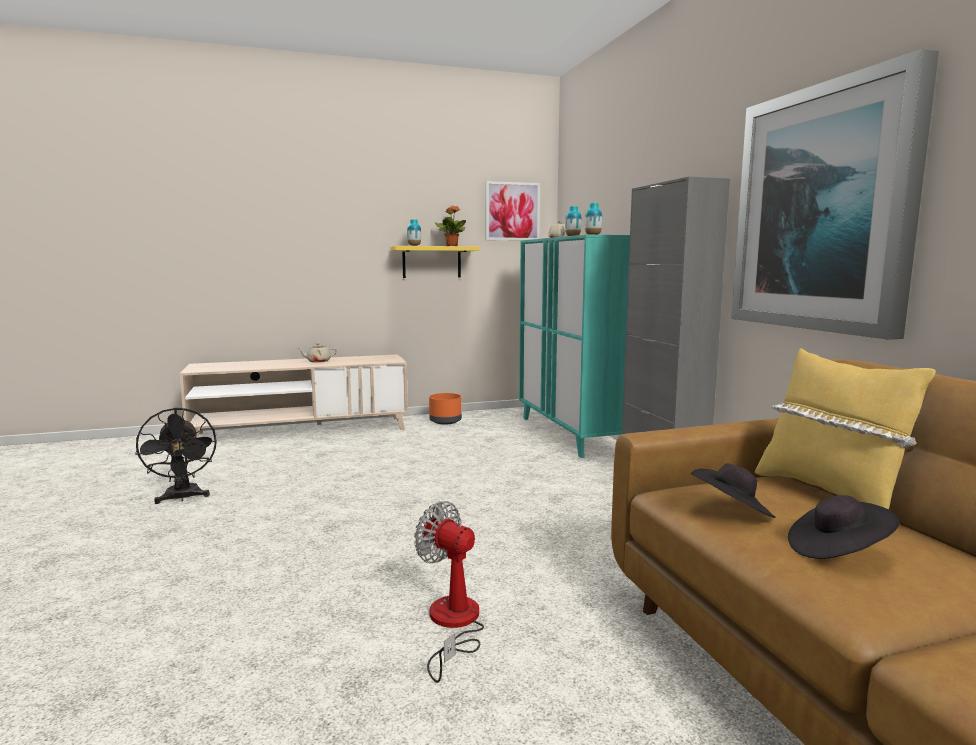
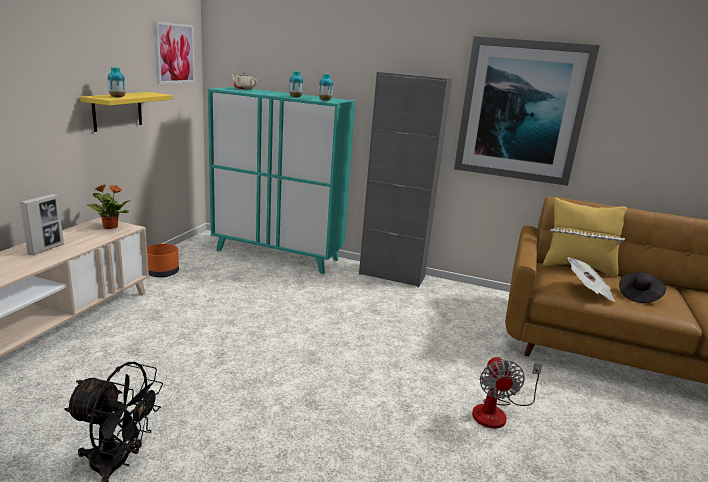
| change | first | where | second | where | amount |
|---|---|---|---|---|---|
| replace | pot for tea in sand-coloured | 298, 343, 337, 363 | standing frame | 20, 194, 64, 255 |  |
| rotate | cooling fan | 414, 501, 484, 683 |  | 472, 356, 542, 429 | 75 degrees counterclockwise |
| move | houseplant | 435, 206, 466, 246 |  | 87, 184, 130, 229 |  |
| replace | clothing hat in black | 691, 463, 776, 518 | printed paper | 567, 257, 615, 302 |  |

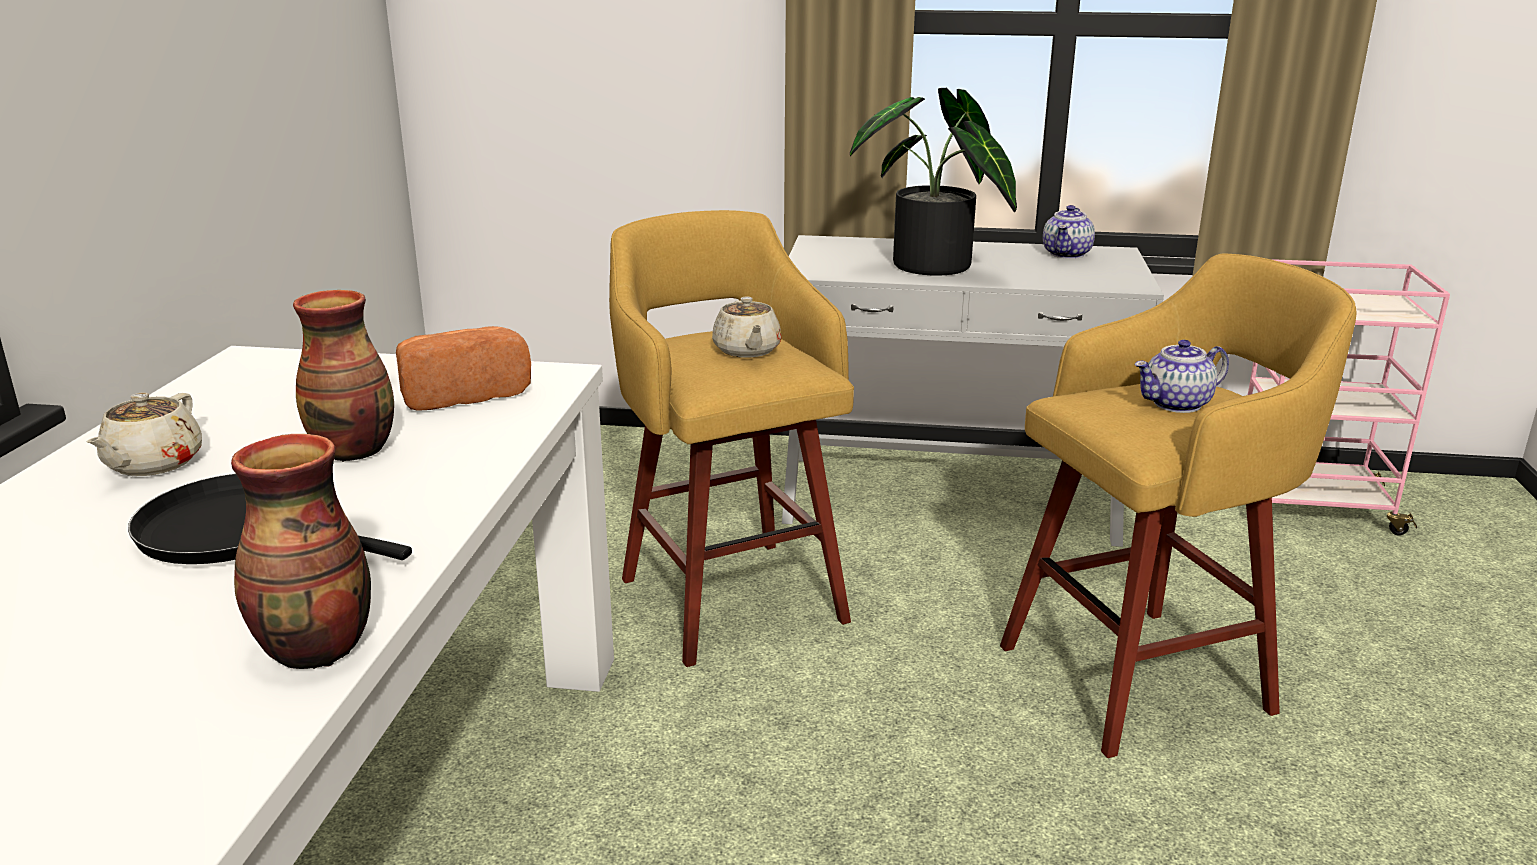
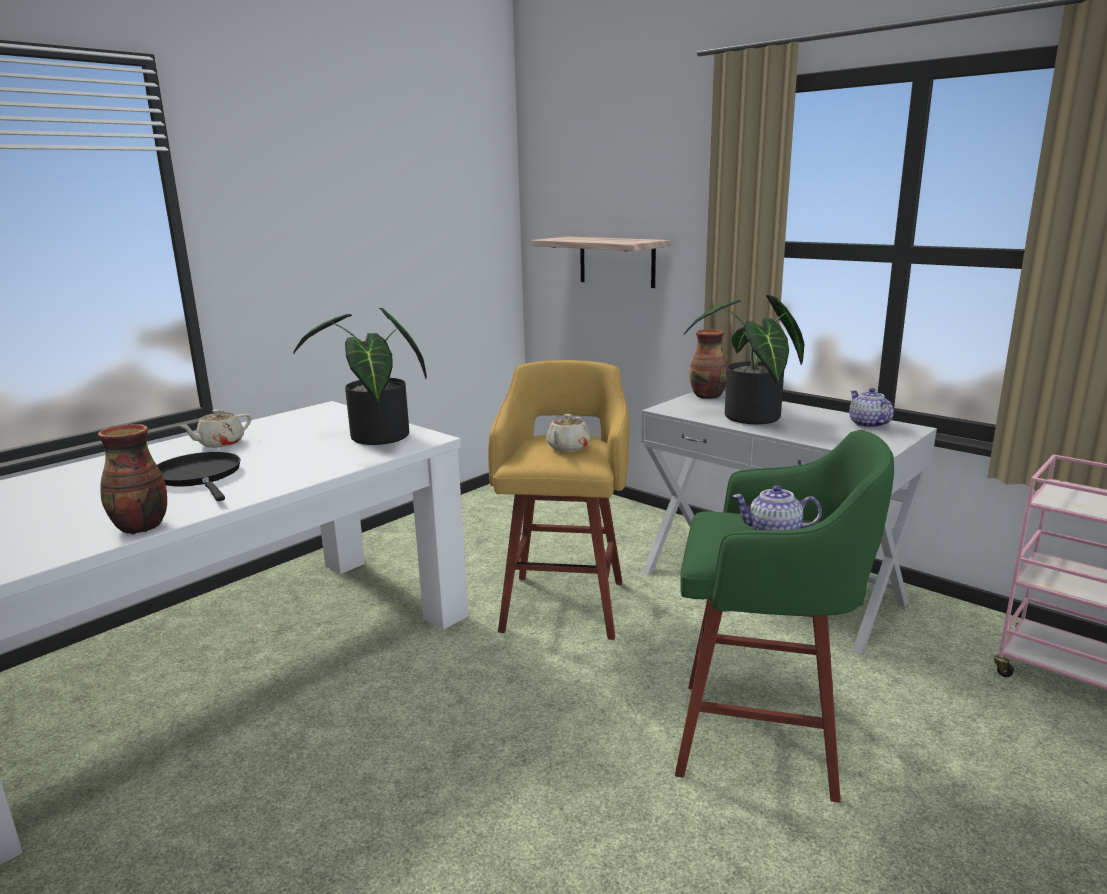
| change | first | where | second | where | amount |
|---|---|---|---|---|---|
| move | decorative vase | 293, 290, 394, 462 |  | 690, 329, 727, 399 |  |
| replace | baked bread | 396, 326, 531, 411 | houseplant | 293, 308, 427, 445 |  |
| recolor | stool in yellowish | 1000, 254, 1357, 758 | stool in greenish | 675, 430, 894, 803 |  |
| rotate | pot for tea | 1043, 205, 1095, 259 |  | 849, 388, 893, 428 | 105 degrees clockwise |
| insert |  |  | bracket shelf | 531, 236, 671, 288 |  |

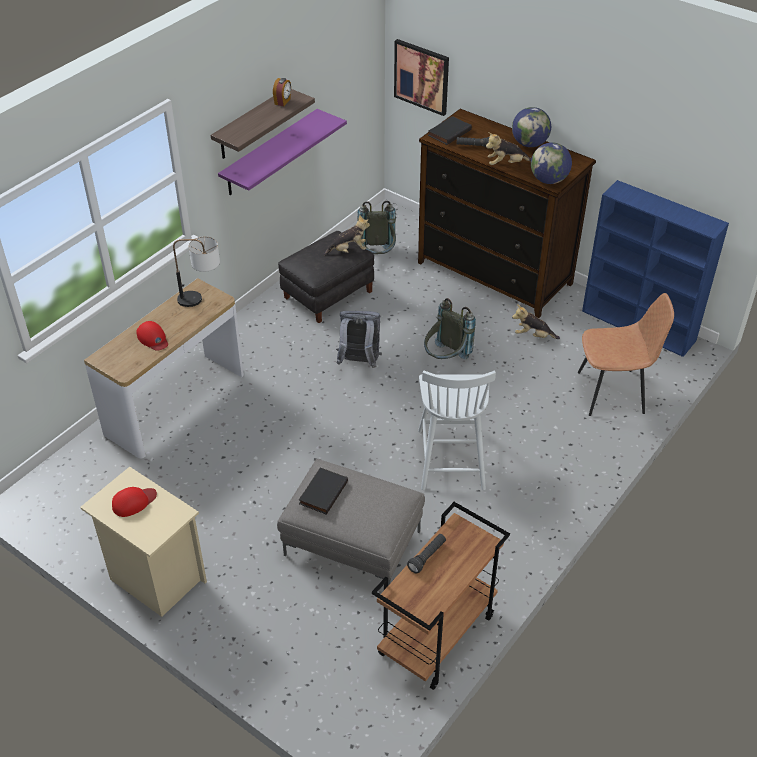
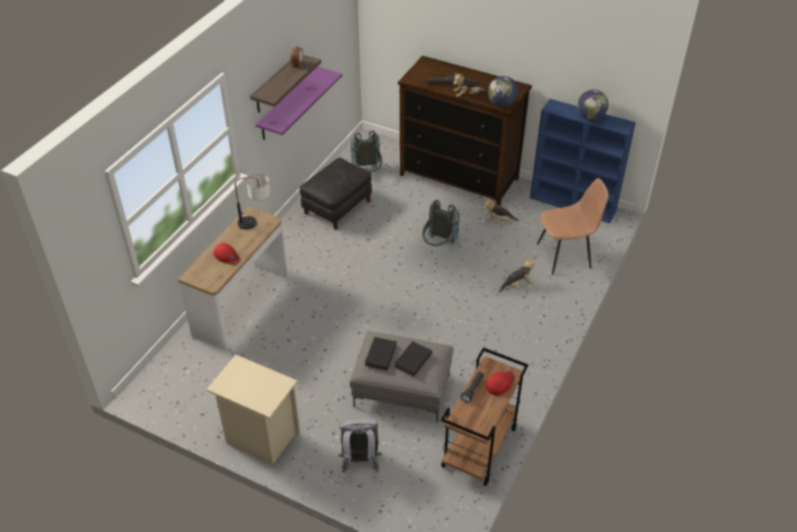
| change | first | where | second | where | amount |
|---|---|---|---|---|---|
| move | baseball cap in red-coloured | 112, 487, 157, 517 |  | 486, 372, 515, 396 |  |
| move | plush toy | 324, 215, 370, 256 |  | 499, 257, 535, 293 |  |
| move | knapsack in greyish | 336, 311, 382, 368 |  | 338, 419, 381, 473 |  |
| delete | wall picture | 394, 39, 449, 116 |  |  |  |
| delete | plain chair in white | 418, 370, 496, 490 |  |  |  |
| move | book in black | 428, 116, 472, 145 |  | 394, 341, 432, 377 |  |
| move | world globe | 512, 107, 551, 147 |  | 577, 90, 608, 121 |  |

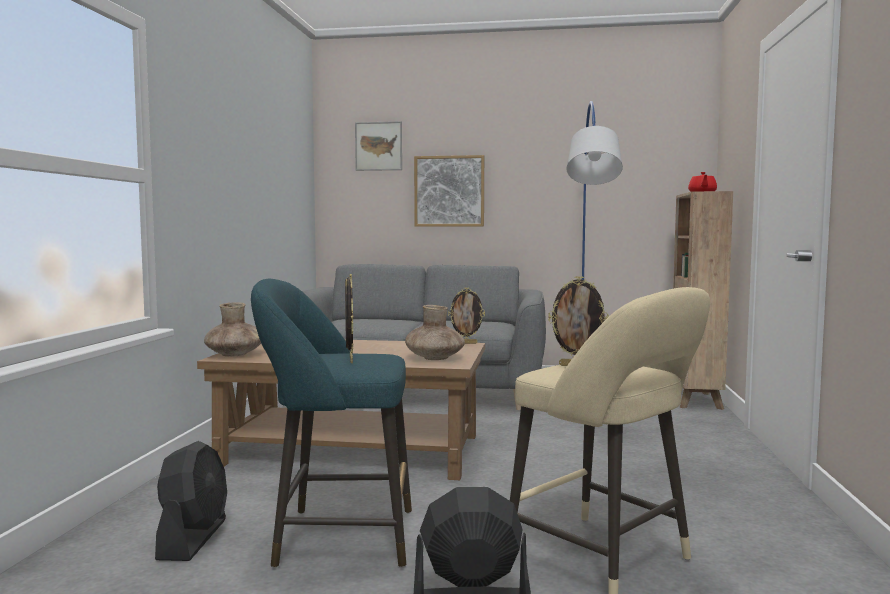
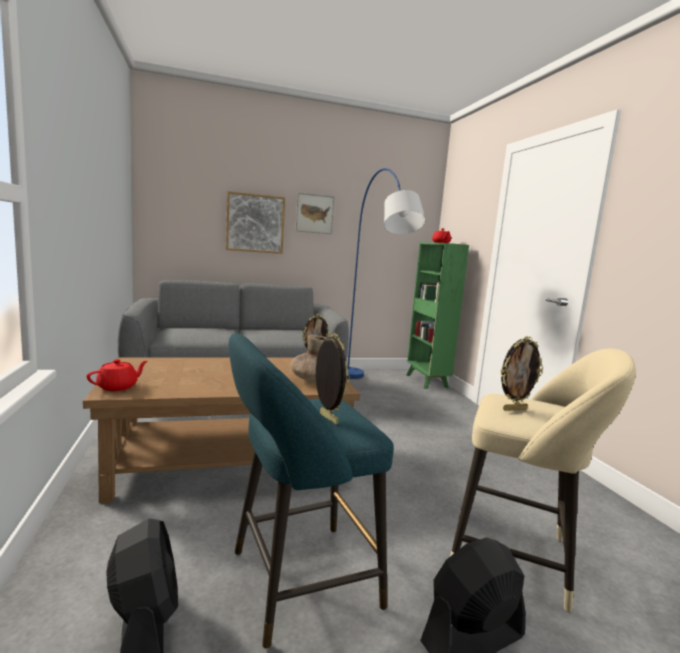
| change | first | where | second | where | amount |
|---|---|---|---|---|---|
| replace | decorative vase in brown | 204, 302, 261, 357 | pot for tea in red-coloured | 87, 359, 148, 391 |  |
| move | wall picture | 355, 121, 402, 171 |  | 295, 193, 334, 234 |  |
| recolor | bookshelf in brown | 673, 191, 733, 410 | bookshelf in greenish | 406, 242, 469, 389 |  |

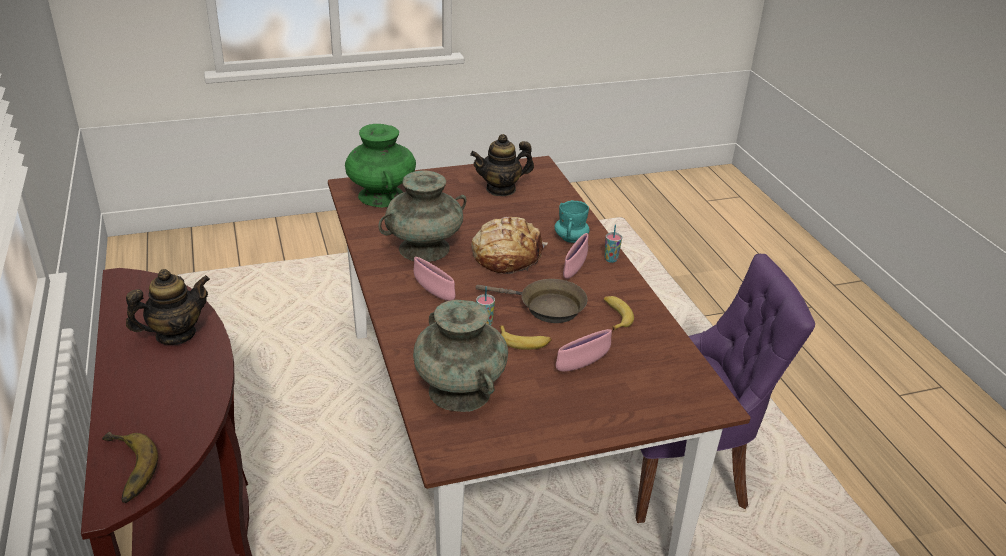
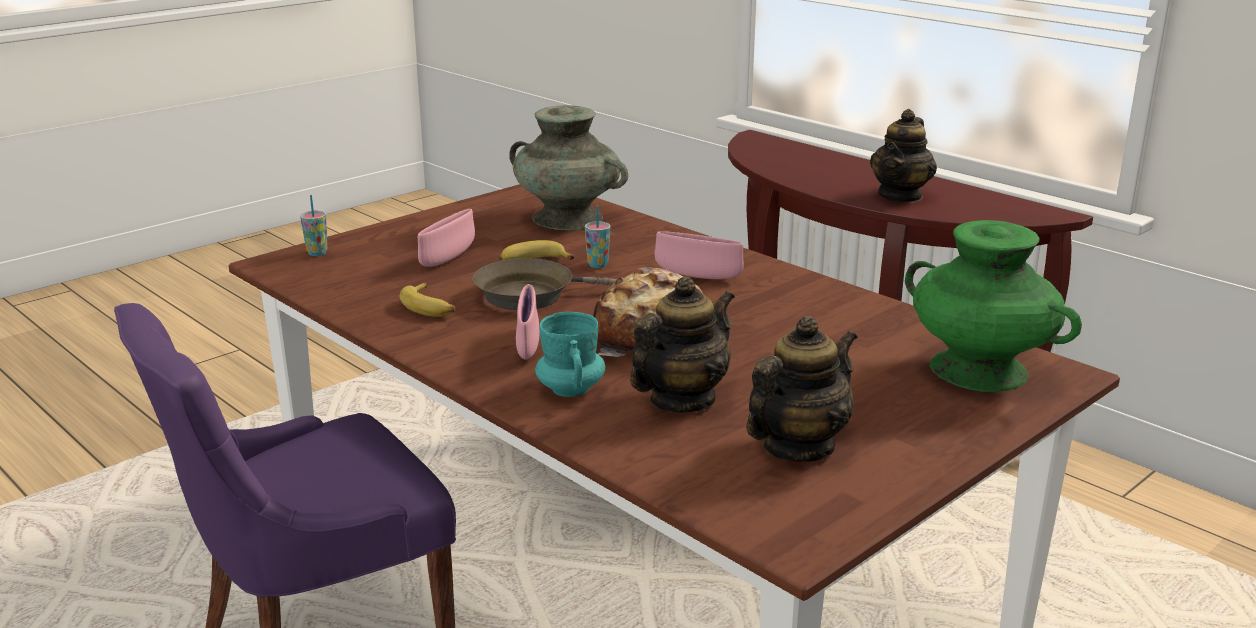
| change | first | where | second | where | amount |
|---|---|---|---|---|---|
| delete | whole banana | 102, 432, 158, 503 |  |  |  |
| delete | decorative vase in blue-green | 379, 171, 467, 262 |  |  |  |
| move | drinking cup | 605, 225, 622, 263 |  | 300, 195, 328, 256 |  |
| insert |  |  | pot for tea | 630, 276, 735, 413 |  |

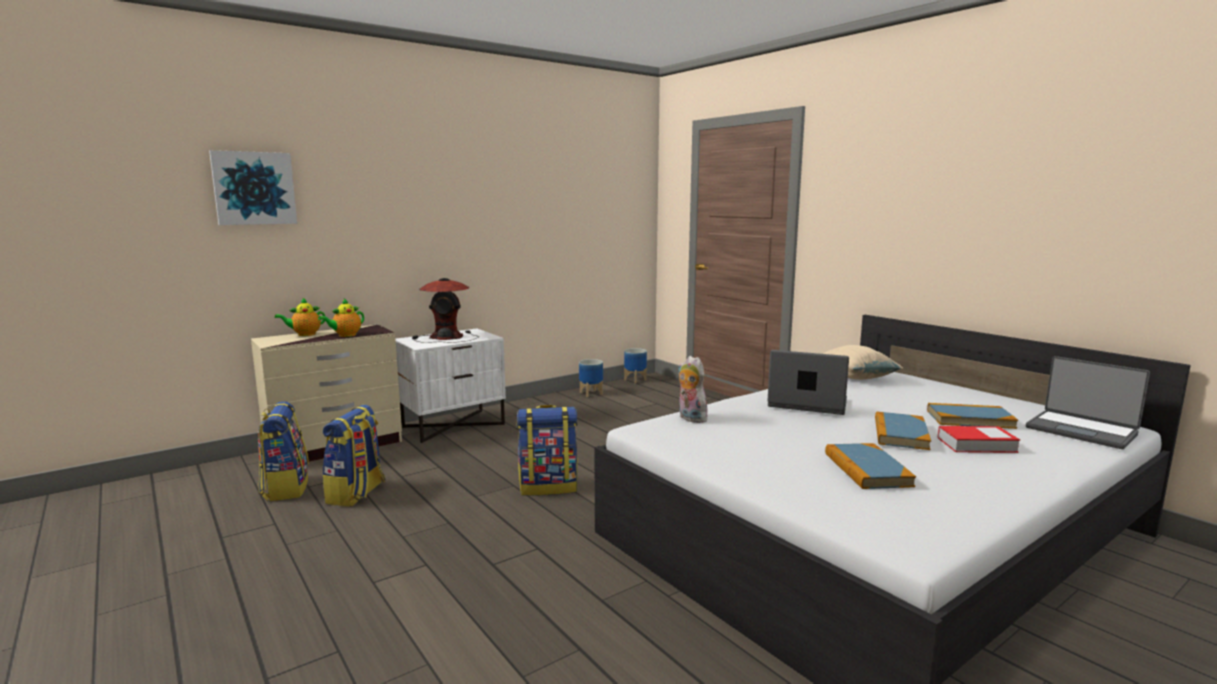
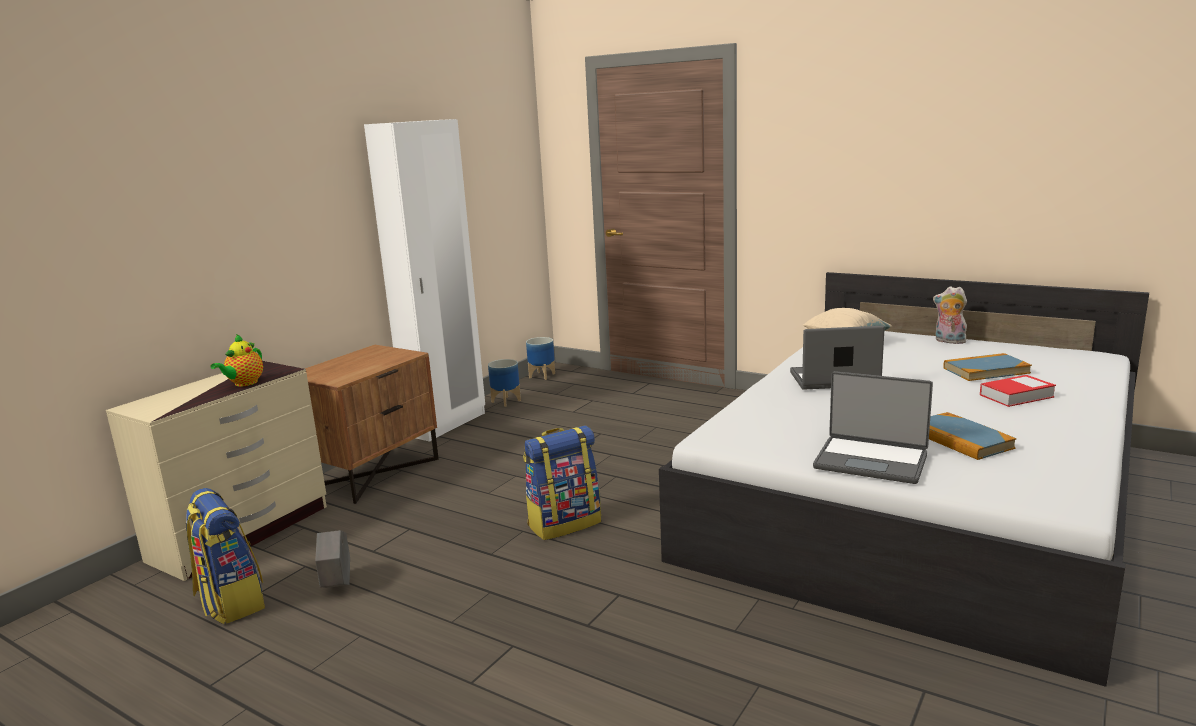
| change | first | where | second | where | amount |
|---|---|---|---|---|---|
| delete | wall picture | 209, 150, 297, 225 |  |  |  |
| delete | pot for tea | 275, 297, 326, 336 |  |  |  |
| replace | knapsack | 323, 405, 385, 507 | flower pot in greyish | 315, 530, 350, 588 |  |
| recolor | nightstand in white | 395, 328, 506, 443 | nightstand in brown | 305, 345, 439, 504 |  |
| delete | table lamp | 412, 278, 480, 343 |  |  |  |
| move | plush toy | 678, 356, 708, 423 |  | 933, 286, 967, 344 |  |
| delete | book | 875, 411, 931, 450 |  |  |  |
| move | laptop | 1026, 356, 1150, 449 |  | 813, 371, 933, 484 |  |
| insert |  |  | clothes cupboard in white | 364, 119, 485, 442 |  |

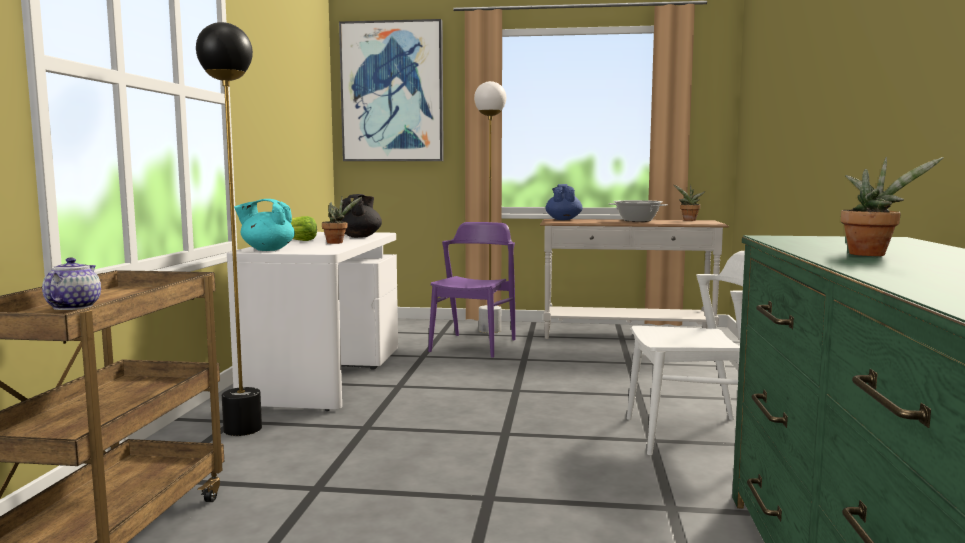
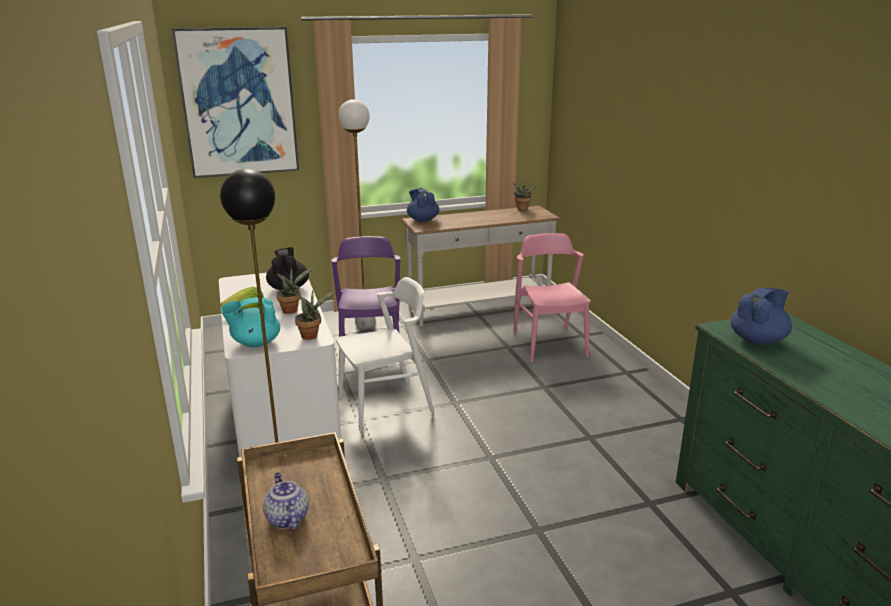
| change | first | where | second | where | amount |
|---|---|---|---|---|---|
| delete | cooking pot | 609, 200, 668, 222 |  |  |  |
| move | plain chair in white | 627, 251, 745, 455 |  | 336, 277, 434, 431 |  |
| move | houseplant | 841, 157, 944, 256 |  | 295, 290, 336, 340 |  |
| insert |  |  | plain chair in pink | 513, 233, 591, 362 |  |
| insert |  |  | pot for tea in blue | 730, 288, 792, 345 |  |

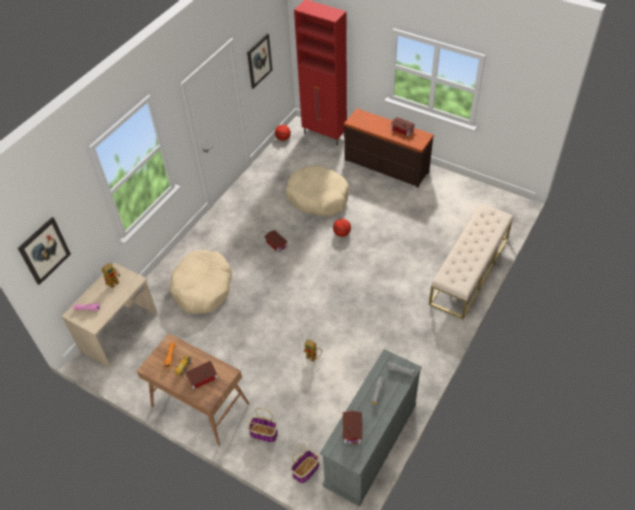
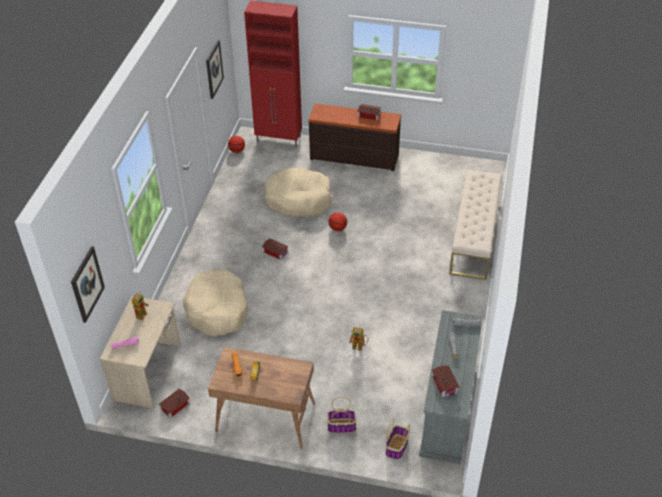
| change | first | where | second | where | amount |
|---|---|---|---|---|---|
| move | miniature house | 185, 361, 217, 390 |  | 159, 389, 190, 418 |  |

